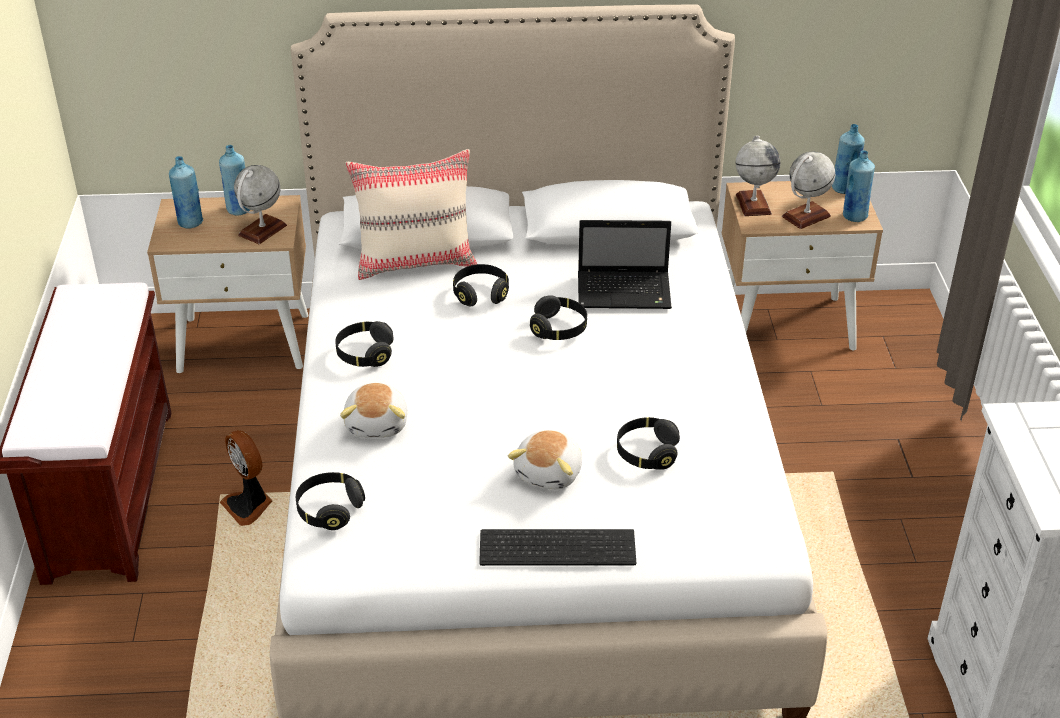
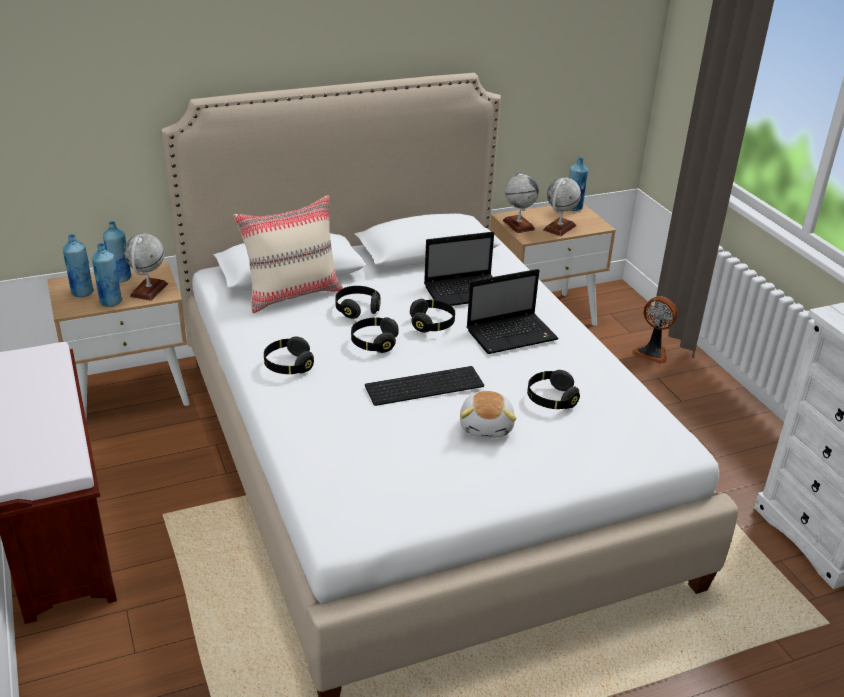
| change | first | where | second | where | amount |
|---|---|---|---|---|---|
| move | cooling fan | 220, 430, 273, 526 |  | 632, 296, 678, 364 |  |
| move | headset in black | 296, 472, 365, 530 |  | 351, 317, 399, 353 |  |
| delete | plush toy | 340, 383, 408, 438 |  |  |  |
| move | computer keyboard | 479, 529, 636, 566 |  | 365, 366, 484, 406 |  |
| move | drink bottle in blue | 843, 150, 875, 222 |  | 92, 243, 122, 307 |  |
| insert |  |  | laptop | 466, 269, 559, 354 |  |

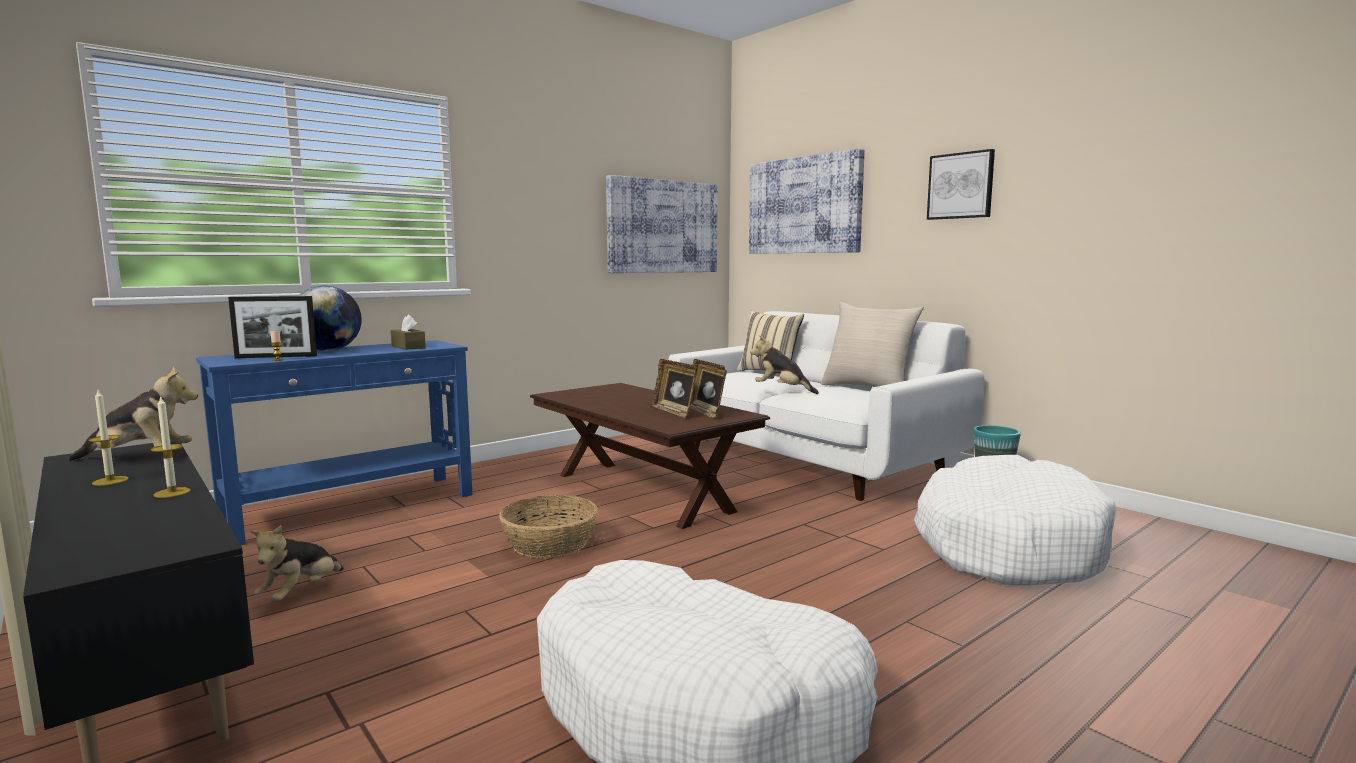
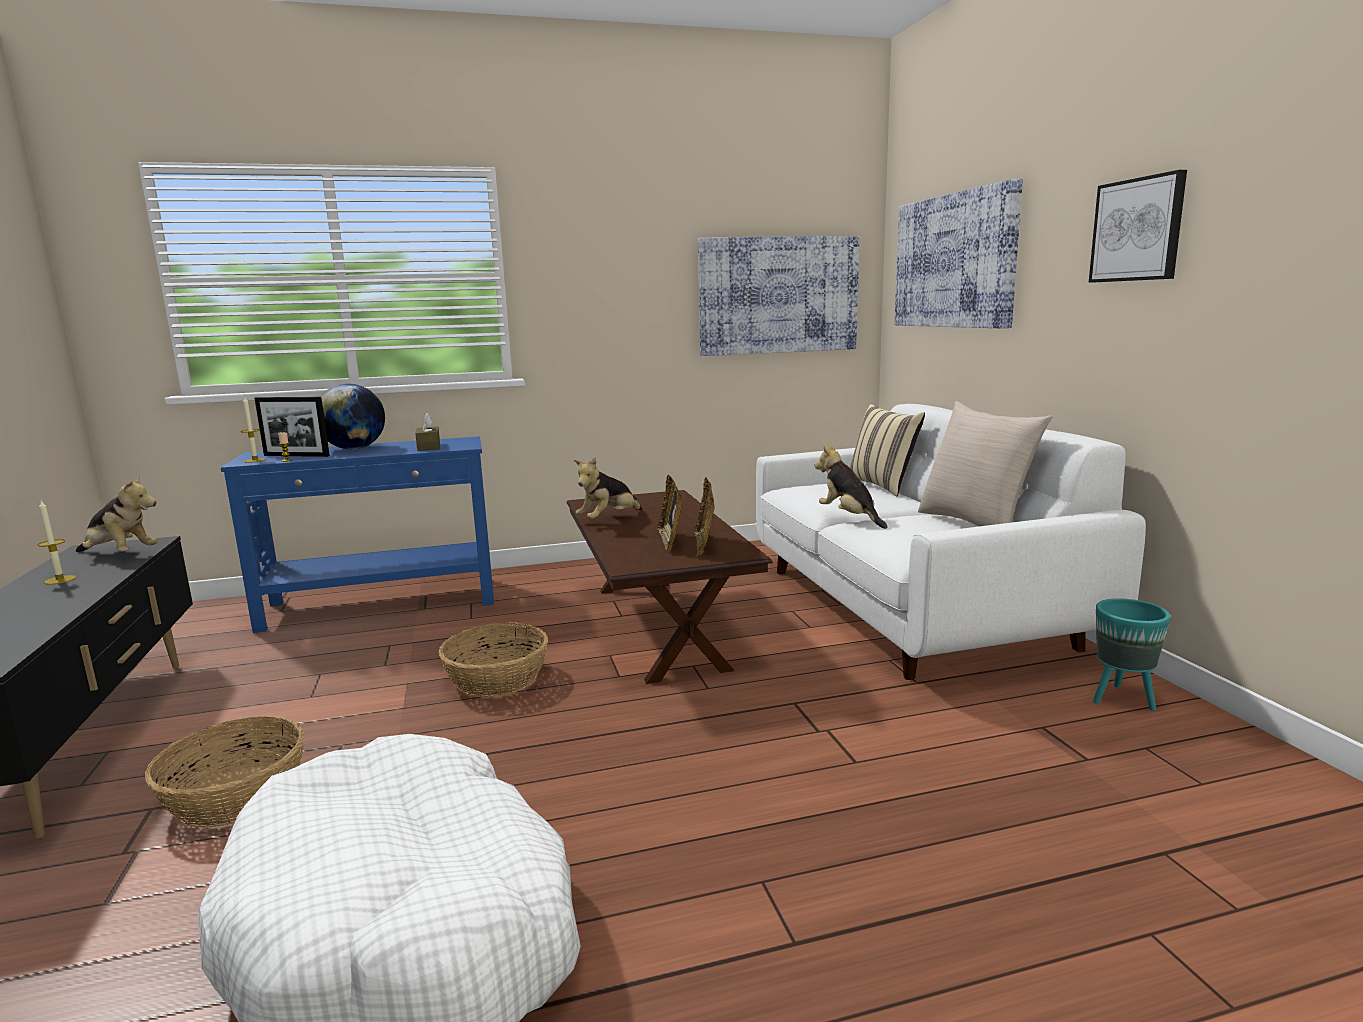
| change | first | where | second | where | amount |
|---|---|---|---|---|---|
| move | candle | 151, 395, 191, 498 |  | 241, 397, 266, 463 |  |
| move | plush toy | 250, 525, 344, 601 |  | 574, 457, 642, 519 |  |
| delete | pet bed in white | 914, 455, 1116, 585 |  |  |  |
| insert |  |  | basket | 145, 717, 304, 828 |  |

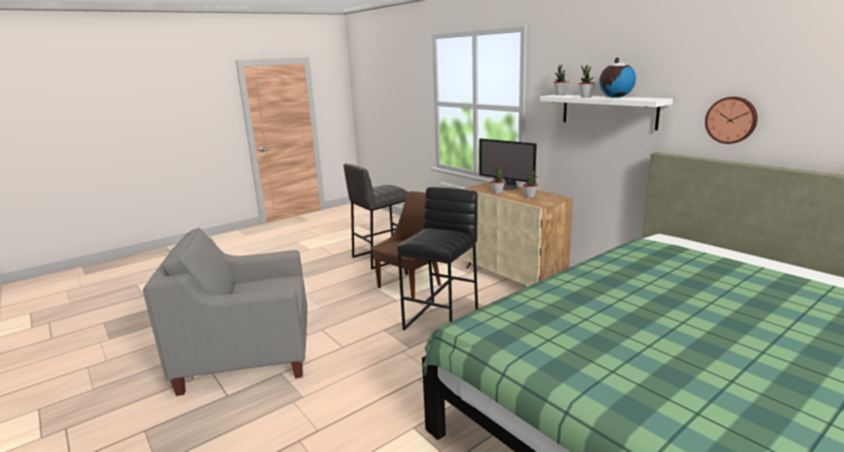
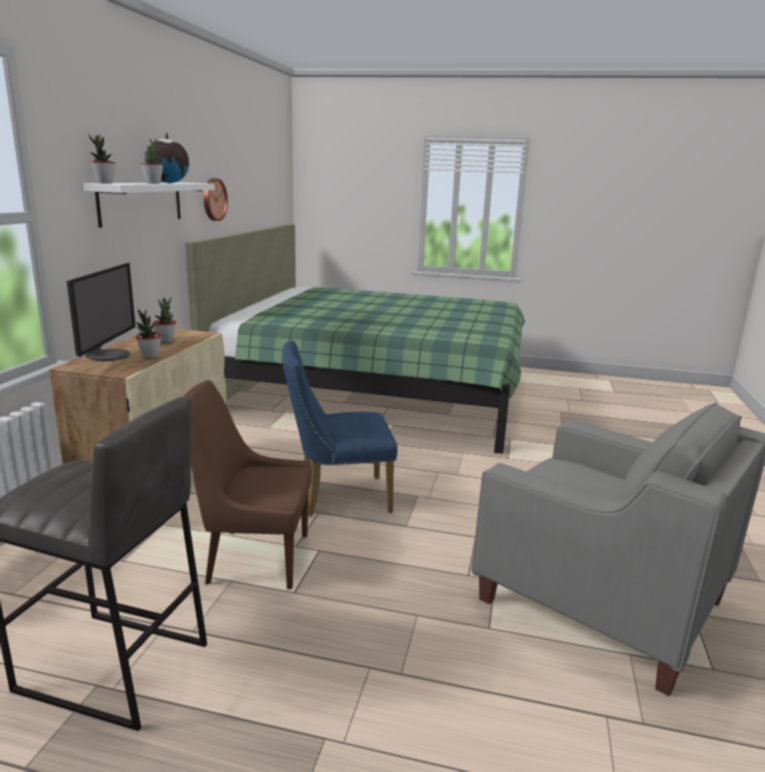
| change | first | where | second | where | amount |
|---|---|---|---|---|---|
| replace | stool in black | 397, 187, 478, 331 | plain chair in blue | 282, 340, 398, 516 |  |

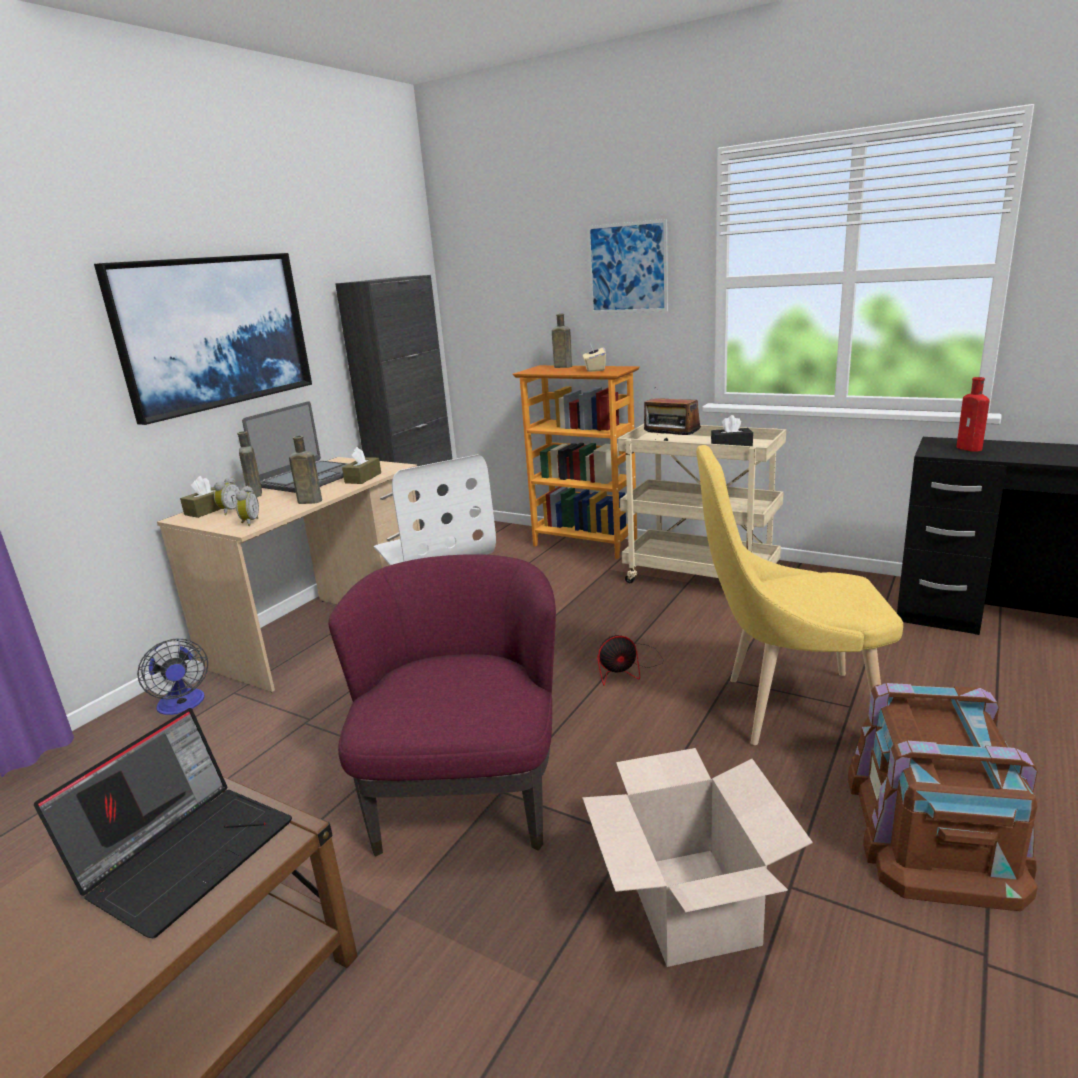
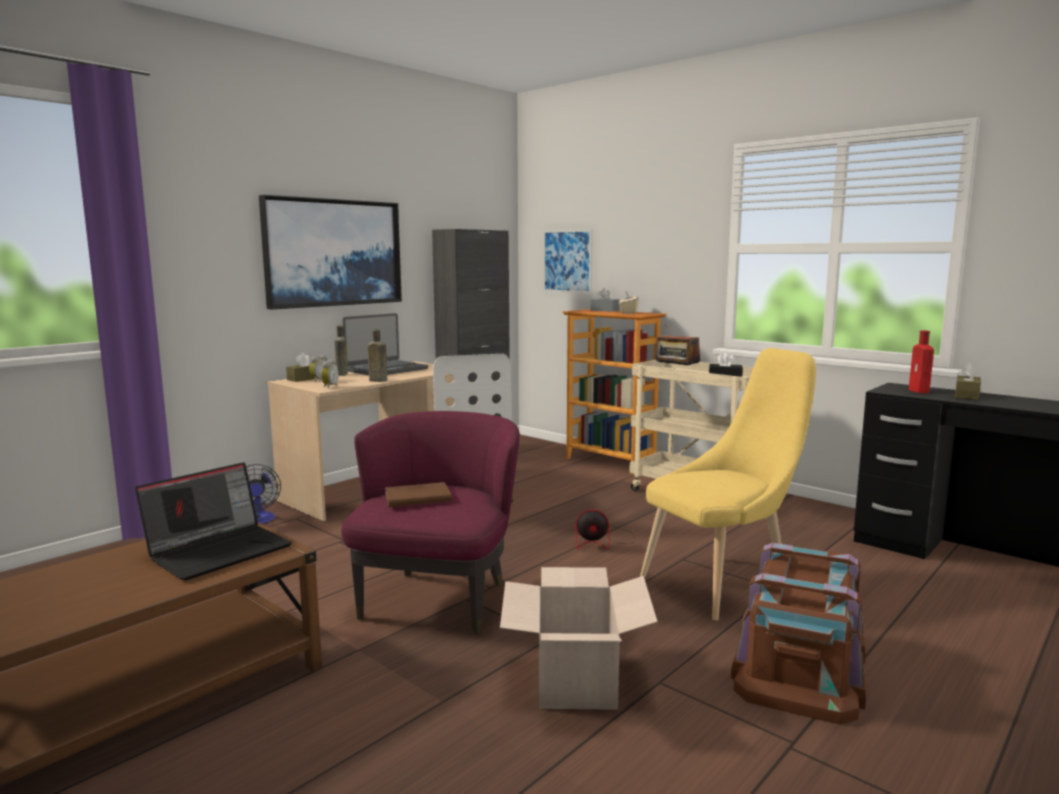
| change | first | where | second | where | amount |
|---|---|---|---|---|---|
| move | tissue holder in brown | 342, 447, 381, 484 |  | 955, 363, 981, 400 |  |
| replace | drink bottle in brown | 552, 314, 572, 368 | tissue holder in greyish | 590, 288, 620, 312 |  |
| move | wall picture | 587, 219, 668, 313 |  | 543, 229, 592, 294 |  |
| rotate | plain chair in yellowish | 696, 445, 903, 745 |  | 640, 348, 816, 621 | 135 degrees clockwise |
| insert |  |  | book in brown | 385, 482, 452, 507 |  |

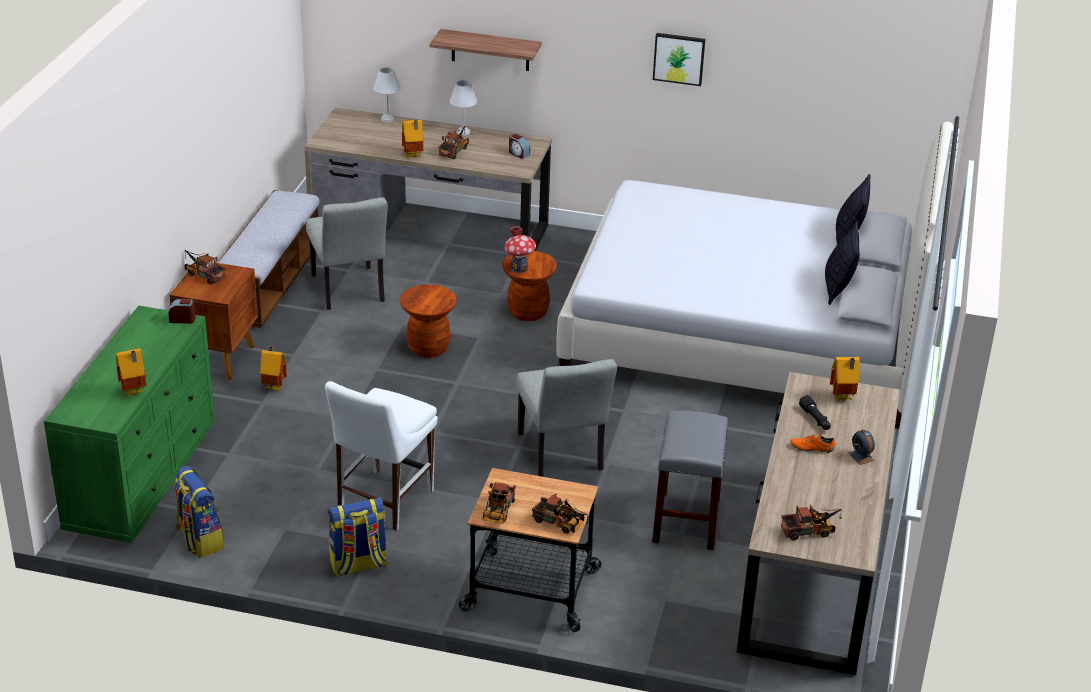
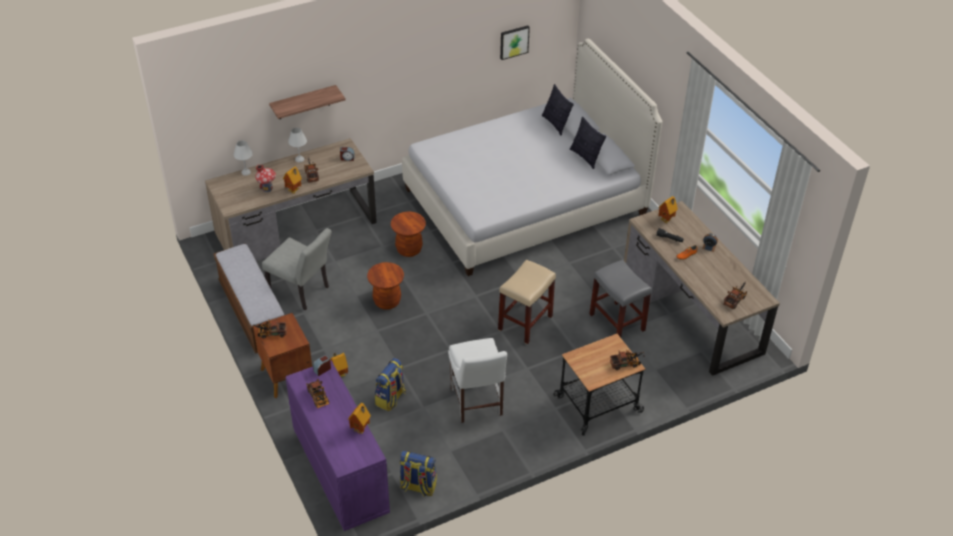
| change | first | where | second | where | amount |
|---|---|---|---|---|---|
| recolor | drawer chest in greenish | 44, 306, 215, 543 | drawer chest in purple | 285, 360, 390, 531 |  |
| move | knapsack | 328, 498, 388, 577 |  | 375, 358, 406, 411 |  |
| move | toy lorry | 482, 482, 516, 524 |  | 306, 379, 330, 408 |  |
| move | miniature house | 504, 226, 536, 273 |  | 255, 164, 276, 192 |  |
| replace | plain chair in greyish | 516, 359, 617, 477 | stool in sand-coloured | 498, 260, 556, 344 |  |
| move | wall picture | 653, 33, 705, 86 |  | 500, 25, 530, 60 |  |

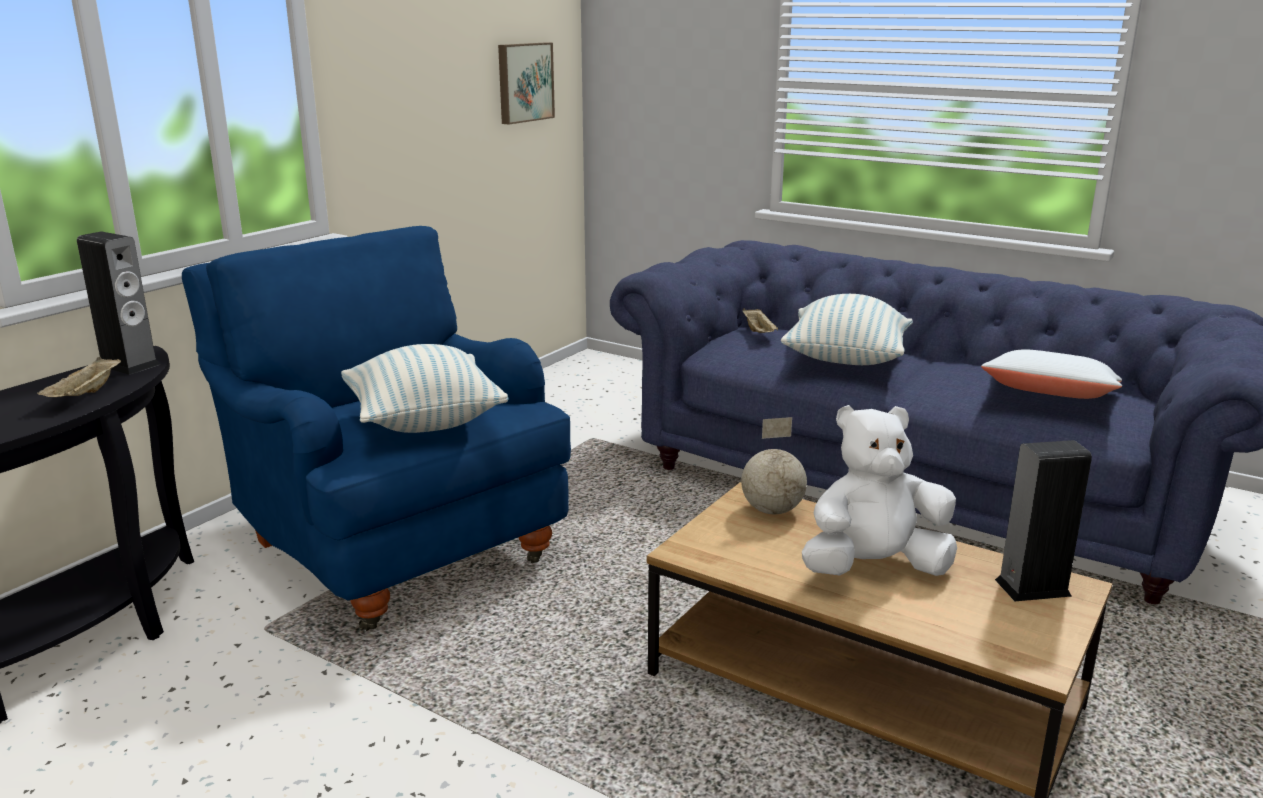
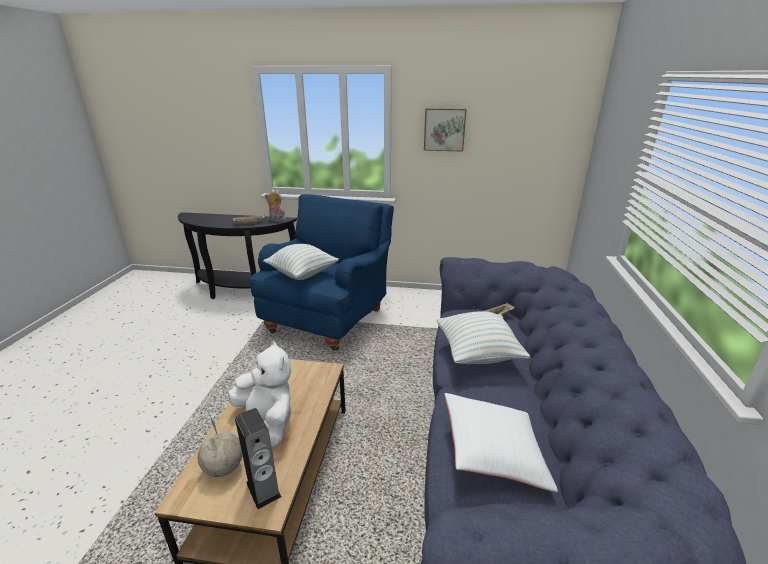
| change | first | where | second | where | amount |
|---|---|---|---|---|---|
| replace | audio speaker | 77, 231, 161, 375 | plush toy | 265, 189, 286, 222 |  |
| move | wall picture | 498, 42, 555, 125 |  | 424, 108, 467, 151 |  |
| move | world globe | 741, 417, 807, 514 |  | 198, 416, 243, 477 |  |

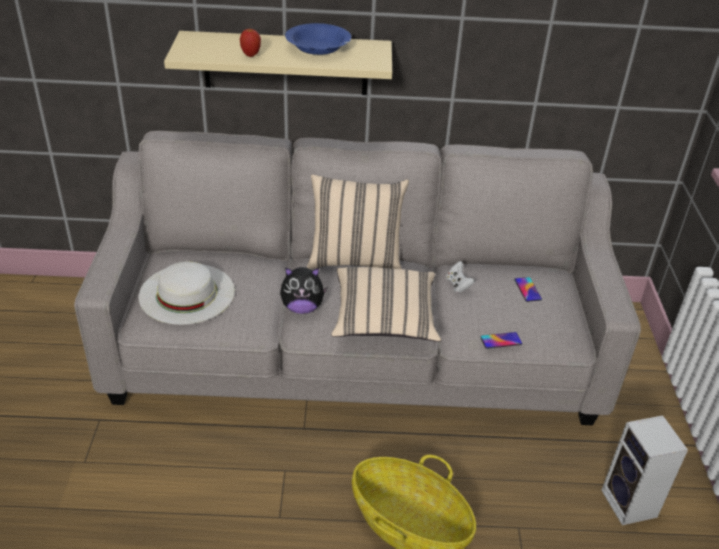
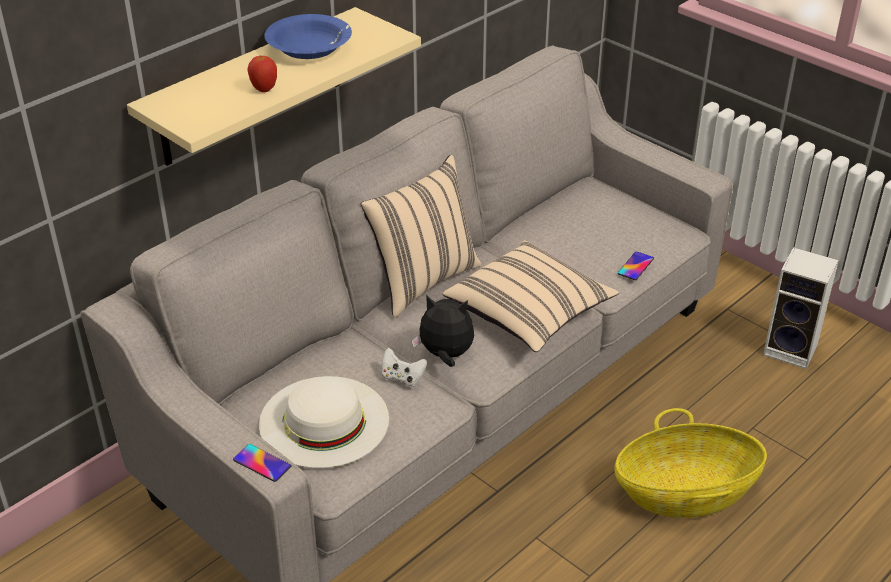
| change | first | where | second | where | amount |
|---|---|---|---|---|---|
| rotate | plush toy | 280, 267, 328, 314 |  | 412, 296, 474, 367 | 120 degrees counterclockwise |
| move | joypad in white | 446, 261, 475, 293 |  | 382, 348, 427, 387 |  |
| move | telephone | 514, 277, 542, 302 |  | 233, 444, 291, 482 |  |

